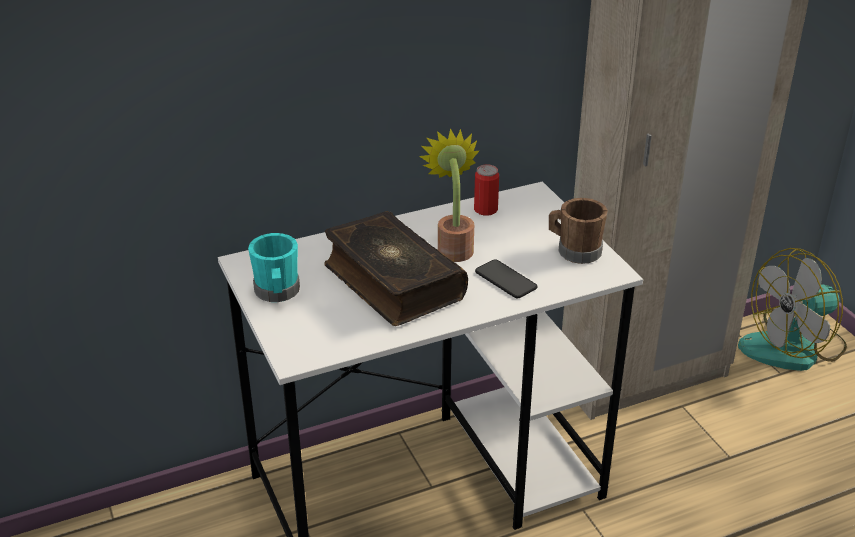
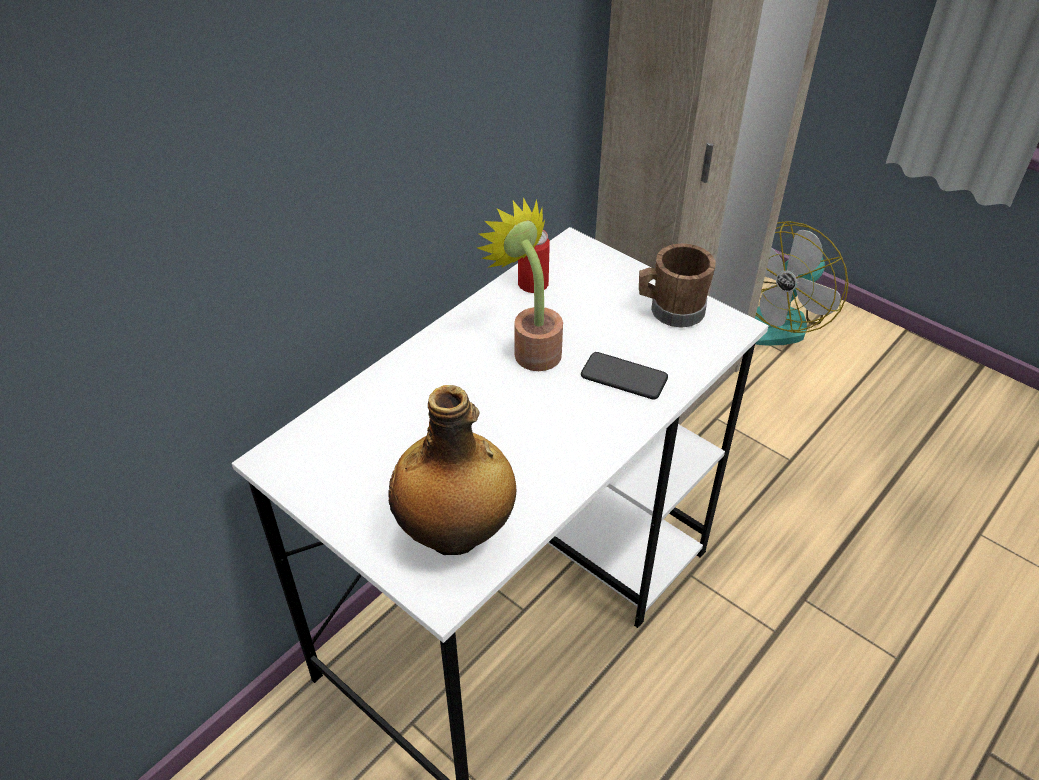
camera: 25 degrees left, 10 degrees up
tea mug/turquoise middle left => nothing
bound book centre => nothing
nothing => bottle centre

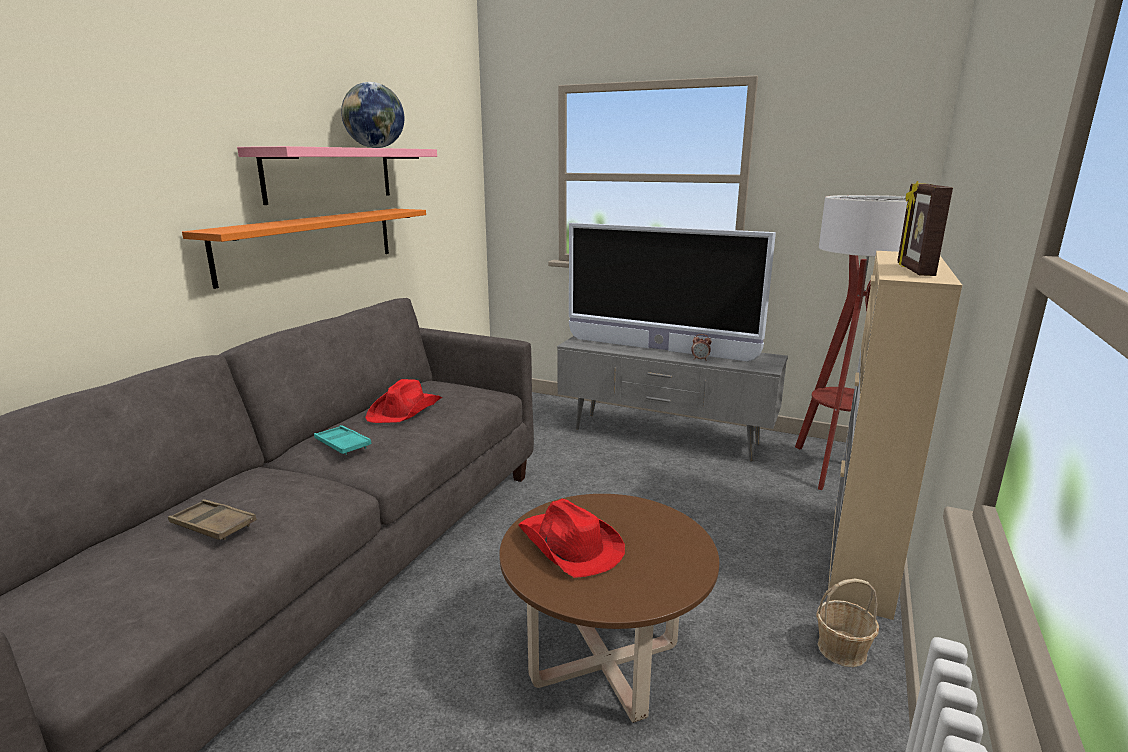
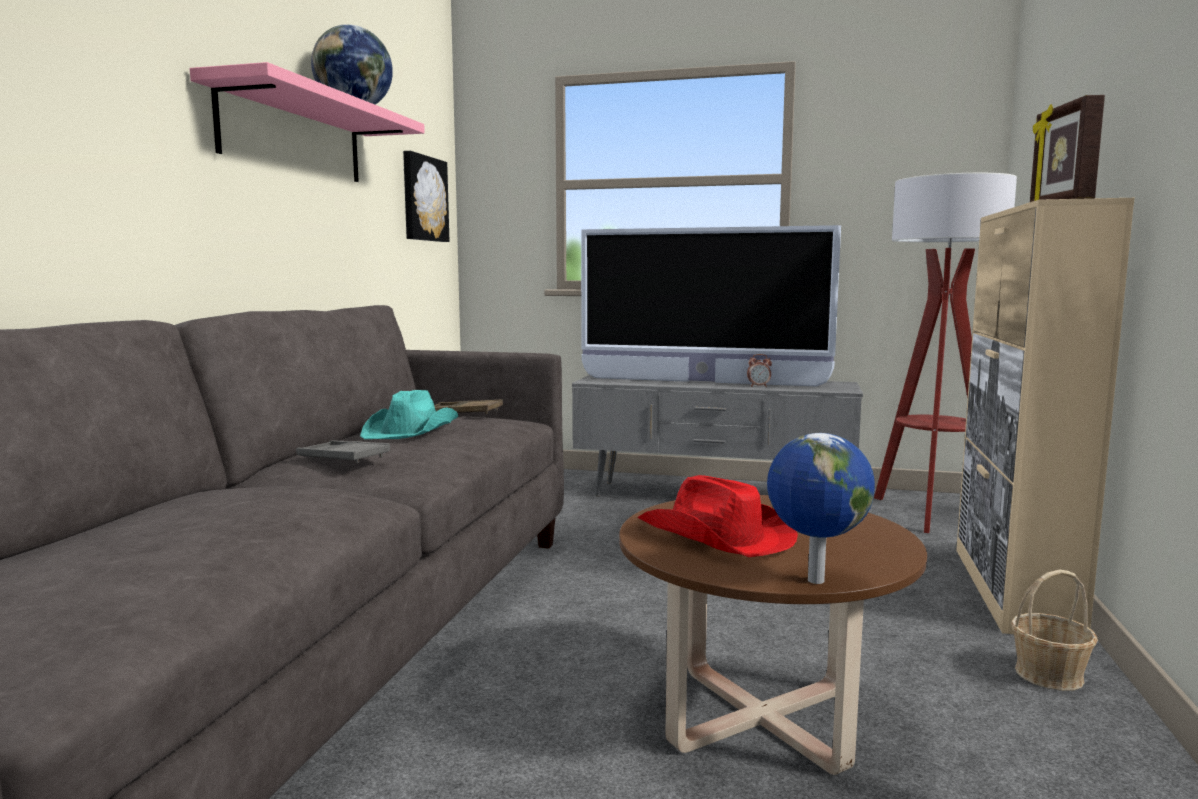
camera: 10 degrees left, 10 degrees down
bracket shelf/orangey top left => nothing
nothing => wall picture top centre
nothing => world globe (2nd from left) middle right
serving tray/brown-coloured bottom left => serving tray/brown-coloured centre, moved
serving tray/turquoise middle left => serving tray/greyish middle left
clothing hat/red (1st from left) centre => clothing hat/turquoise centre

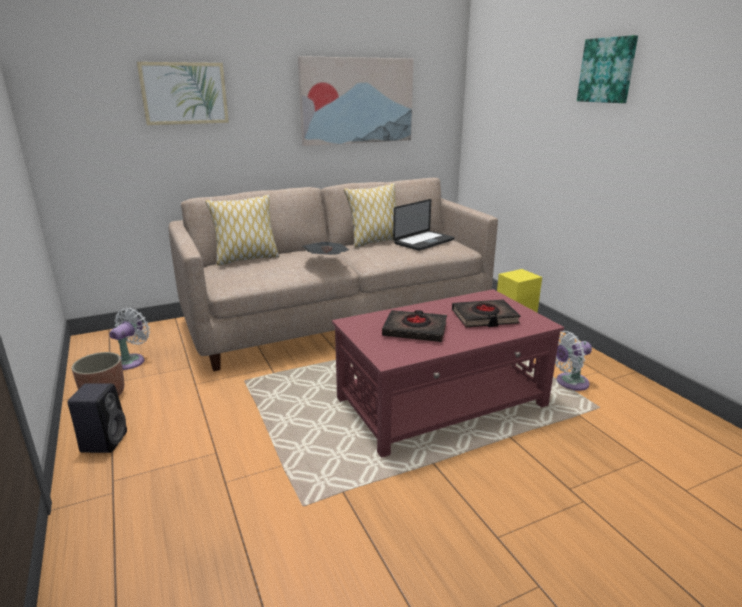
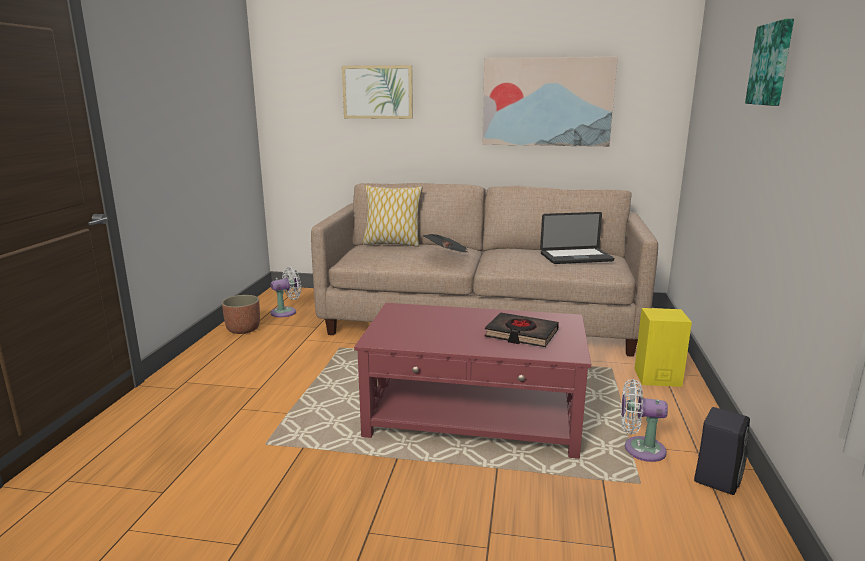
camera: 35 degrees right, 5 degrees down
cushion (2nd from left) centre => nothing
bound book/black (1st from left) centre => nothing
audio speaker/black bottom left => audio speaker/black bottom right, moved

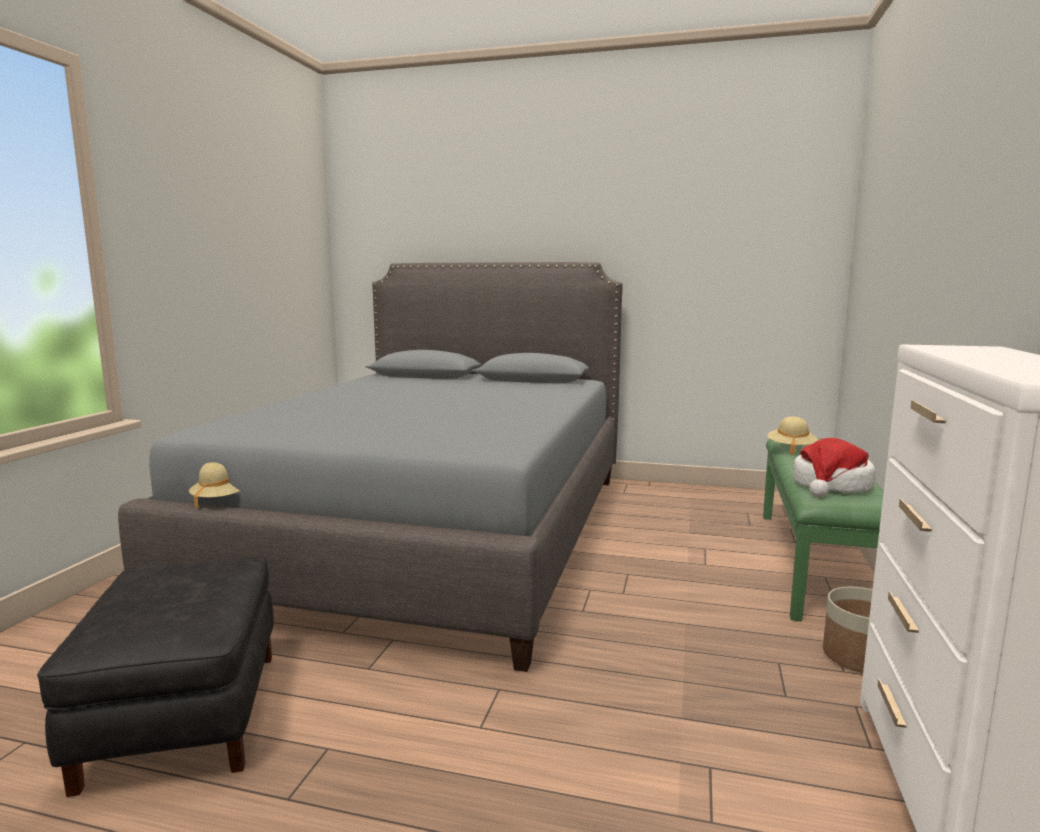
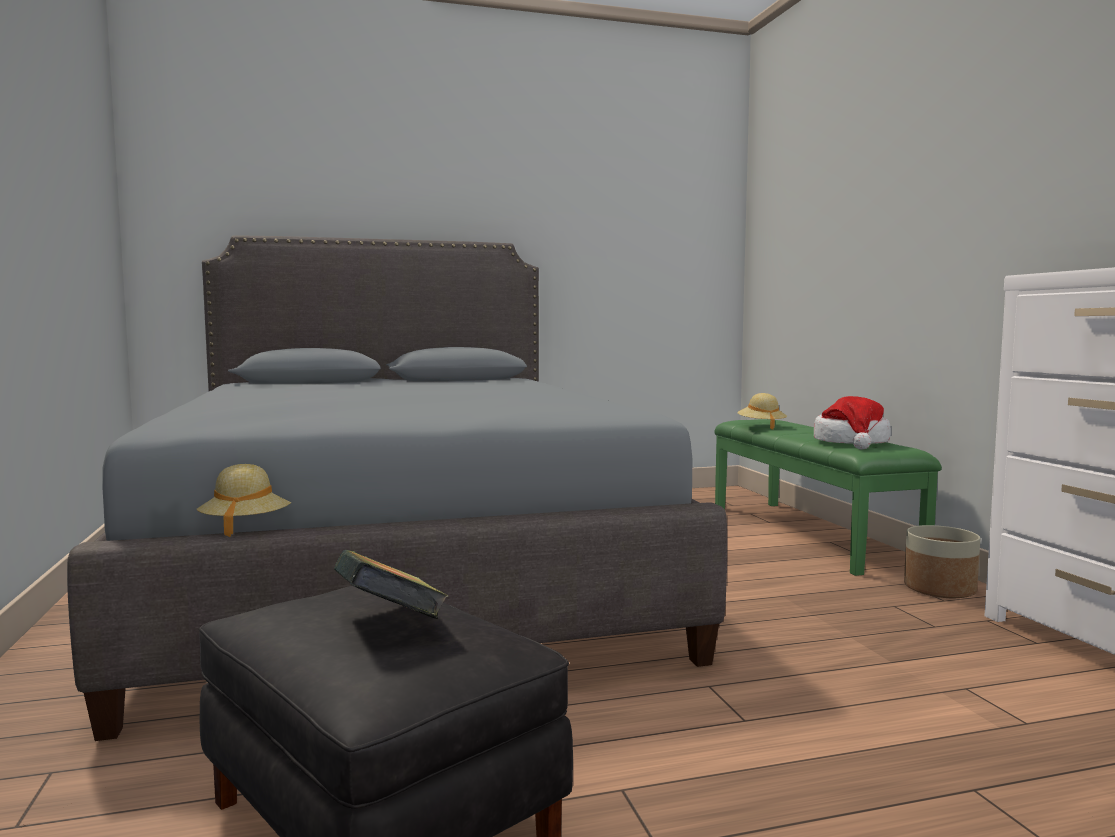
camera: 30 degrees left, 5 degrees down
nothing => bound book bottom centre

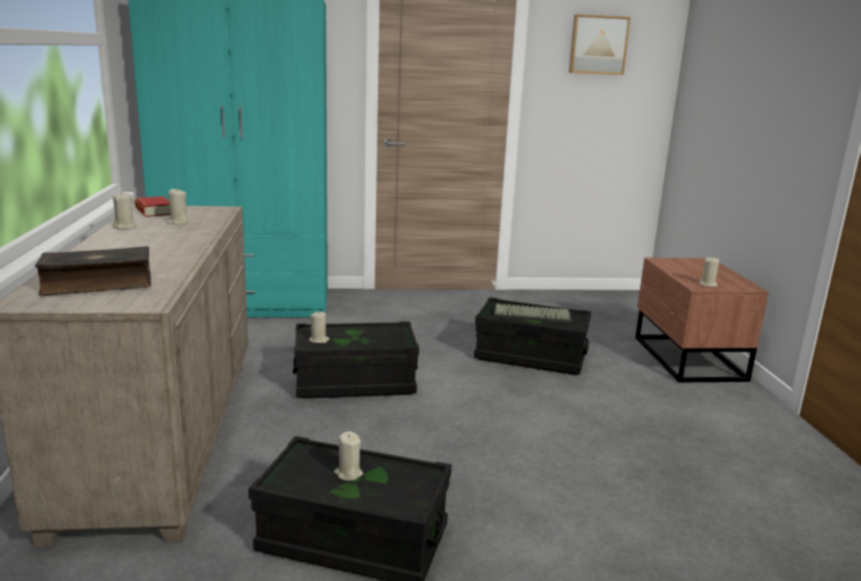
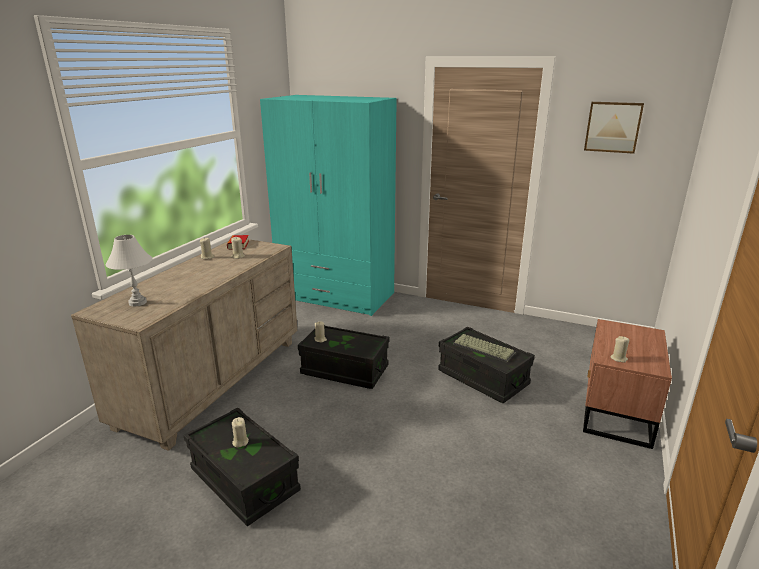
camera: 30 degrees right, 5 degrees up
bound book (1st from left) middle left => lamp for a table/white middle left

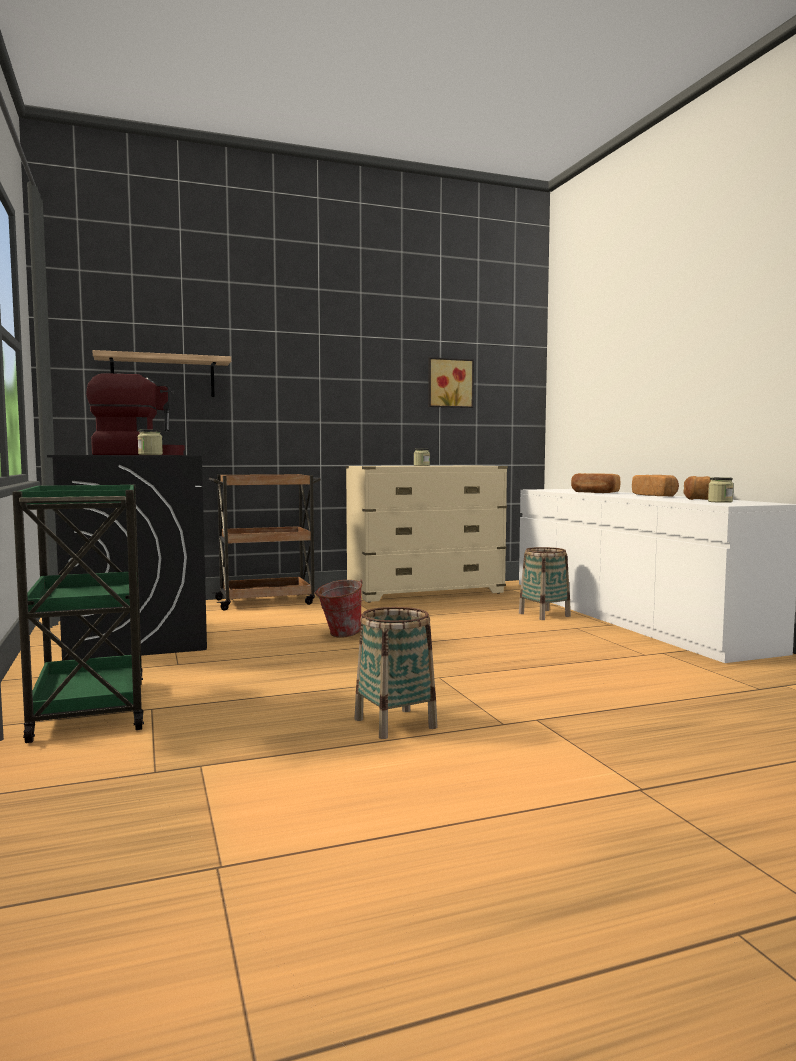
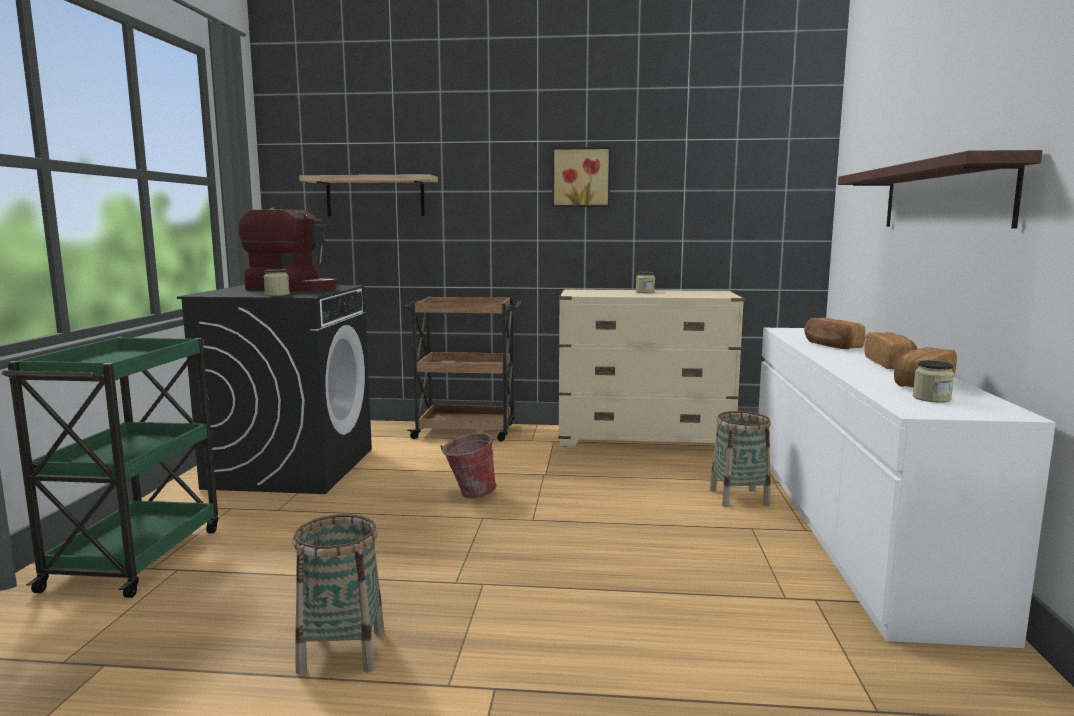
camera: 25 degrees right, 5 degrees up
nothing => bracket shelf (2nd from left) top right
wall picture centre => wall picture top centre, moved

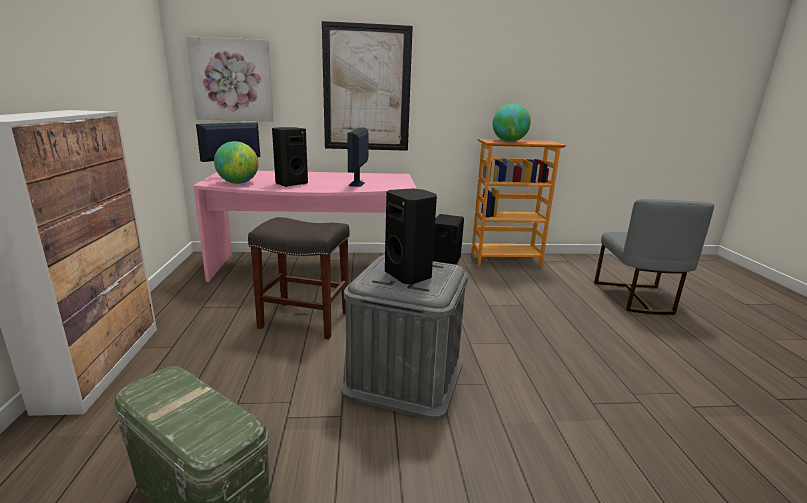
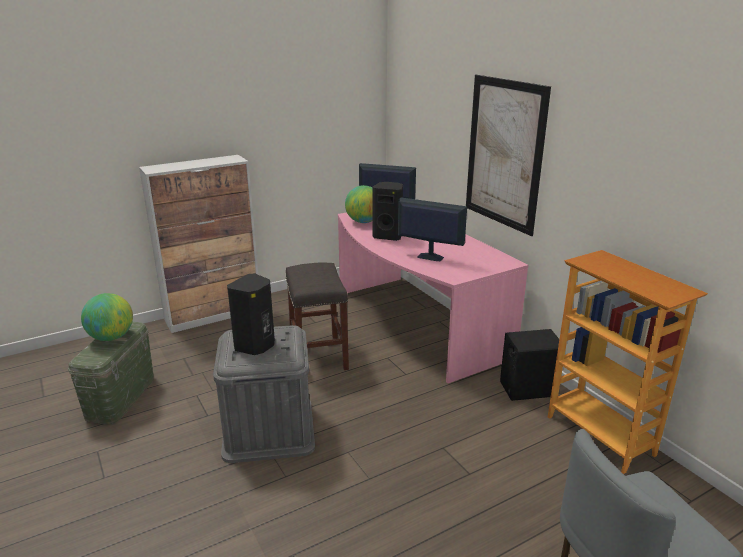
camera: 65 degrees right, 5 degrees up
wall picture (1st from left) top left => nothing
world globe (2nd from left in the first image) top centre => world globe (1st from left) middle left, moved
computer screen (2nd from left) top centre => computer screen (2nd from left) centre, 45 degrees clockwise

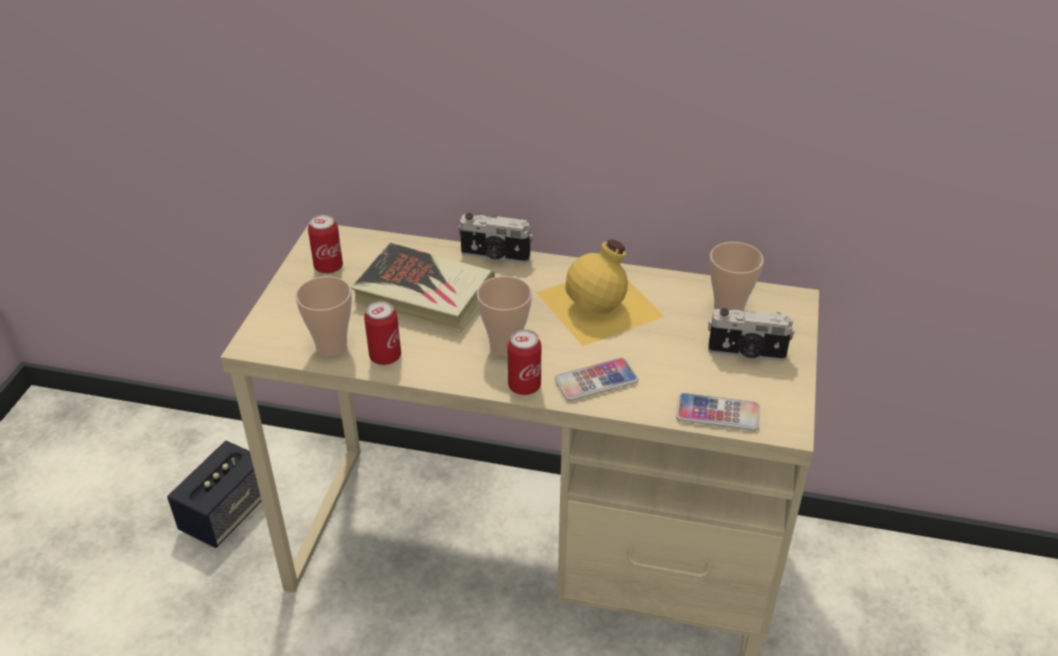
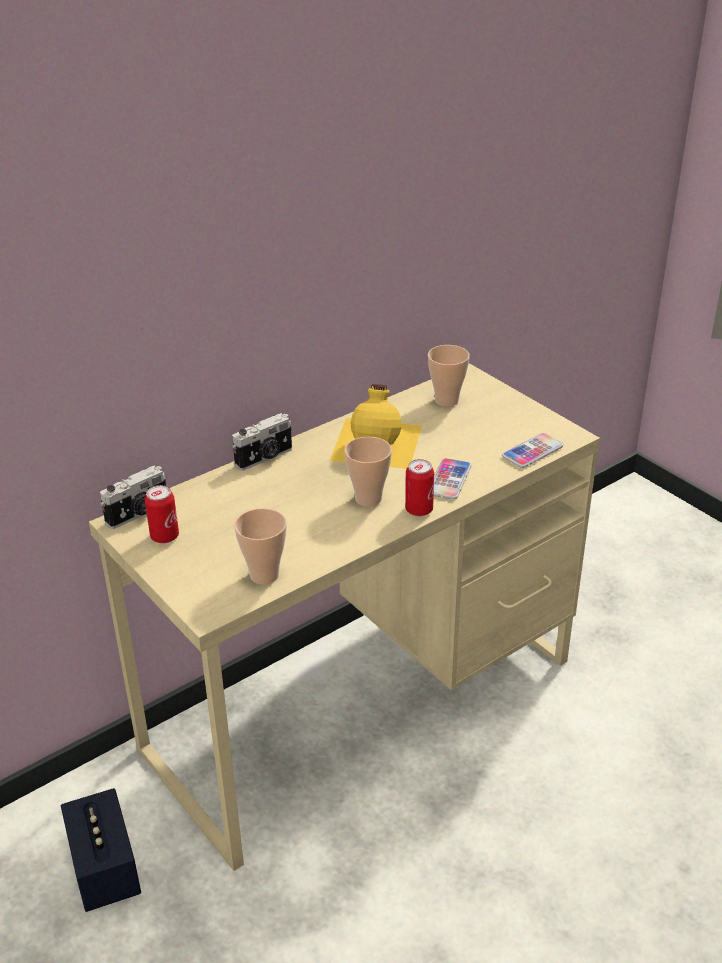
camera: 50 degrees left, 5 degrees down
bound book centre => nothing
metal can (2nd from left) centre => nothing
photo camera (2nd from left in the first image) middle right => photo camera (1st from left) middle left, moved

